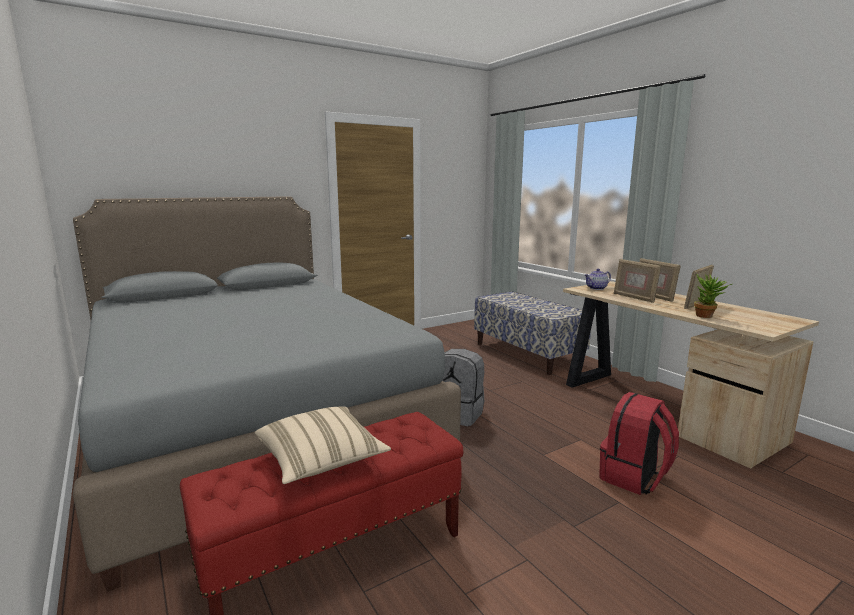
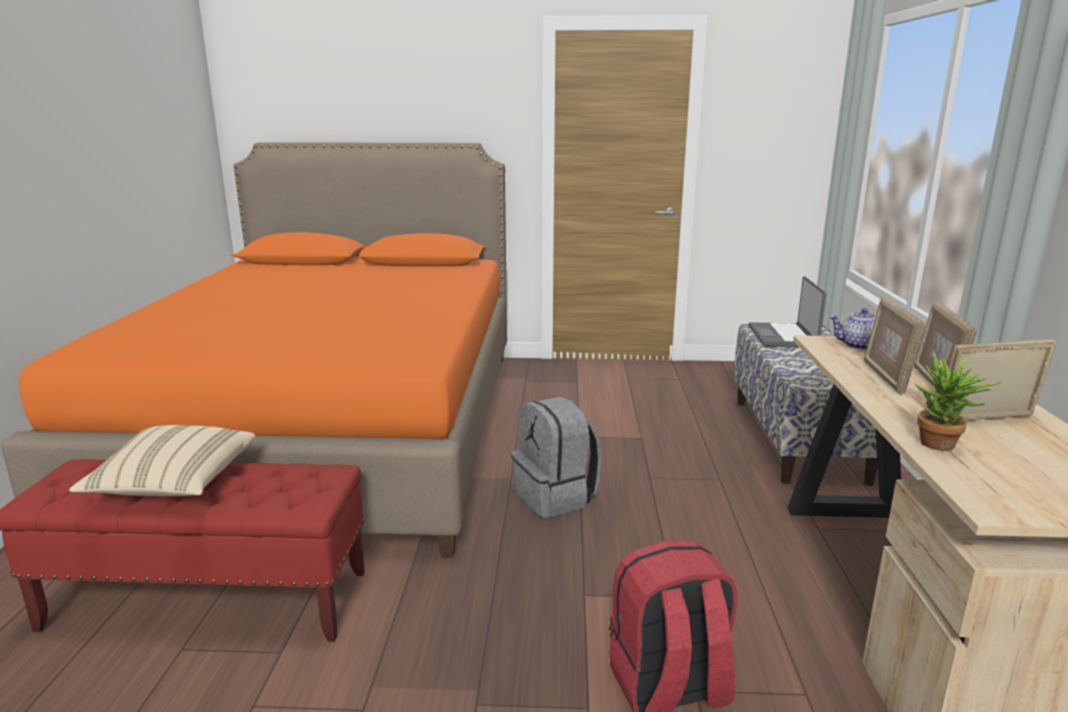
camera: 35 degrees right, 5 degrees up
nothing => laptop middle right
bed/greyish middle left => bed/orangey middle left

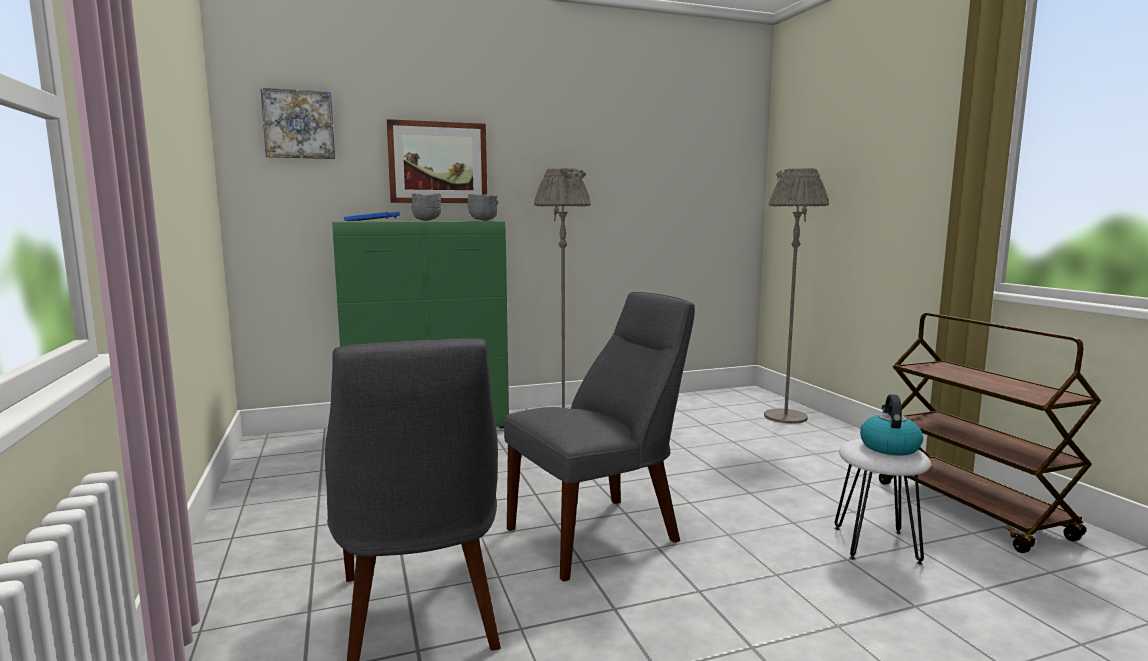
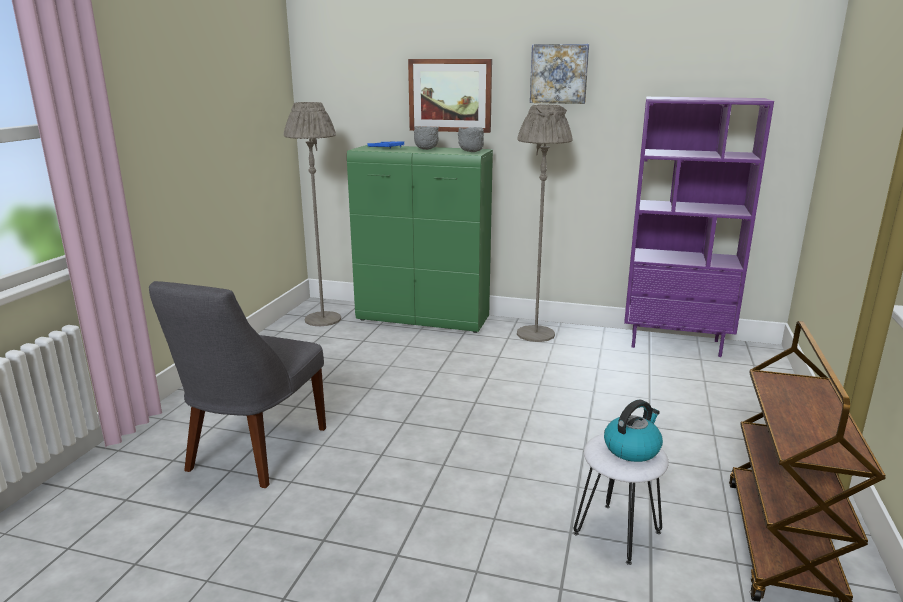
camera: 35 degrees right, 10 degrees up
plain chair/greyish (2nd from left) centre => nothing
nothing => shelving unit/purple-coloured middle right
wall picture (1st from left in the first image) top left => wall picture (2nd from left) top centre, moved
floor lamp/greyish (2nd from left in the first image) middle right => floor lamp/greyish (1st from left) centre, moved

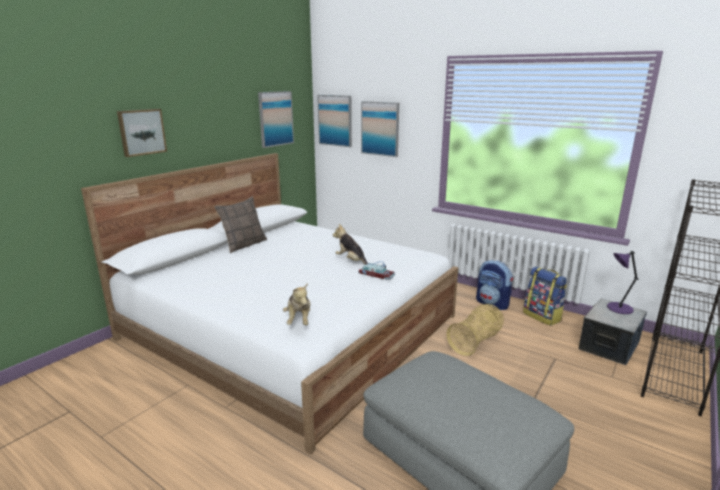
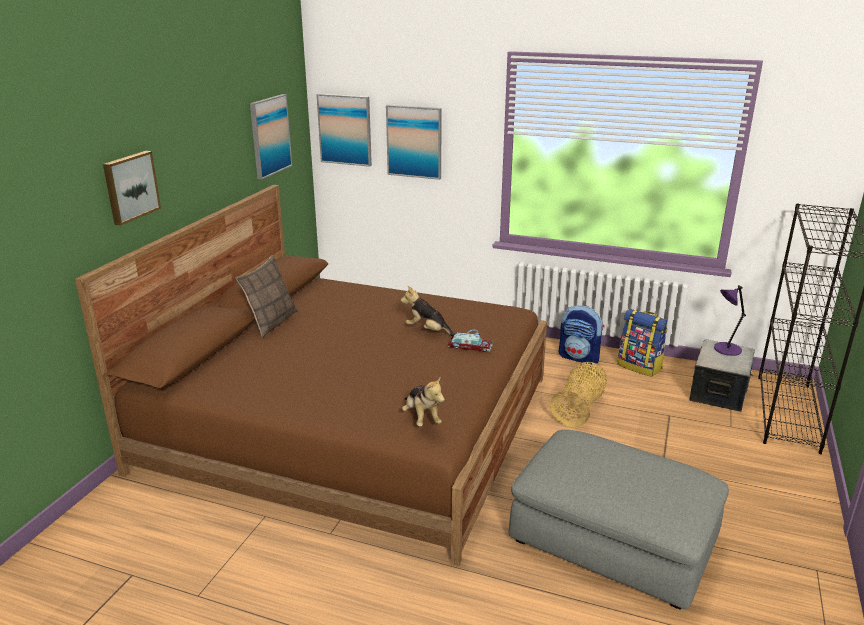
camera: 15 degrees left, 5 degrees up
bed/white centre => bed/brown-coloured centre

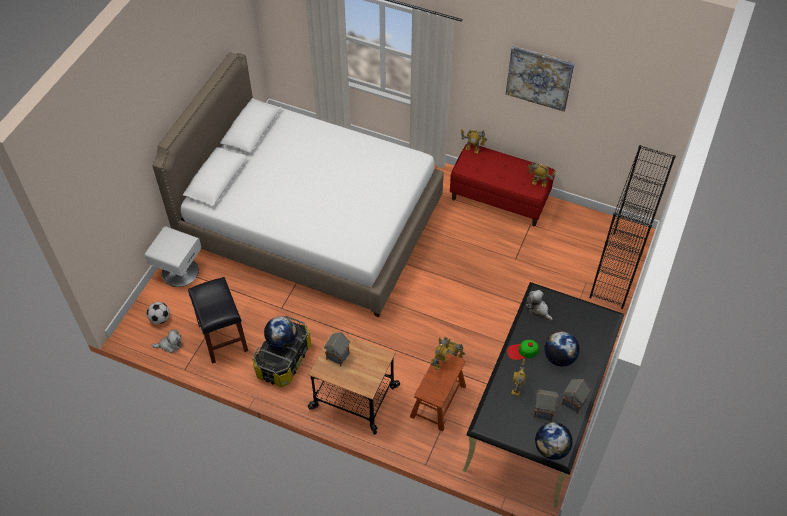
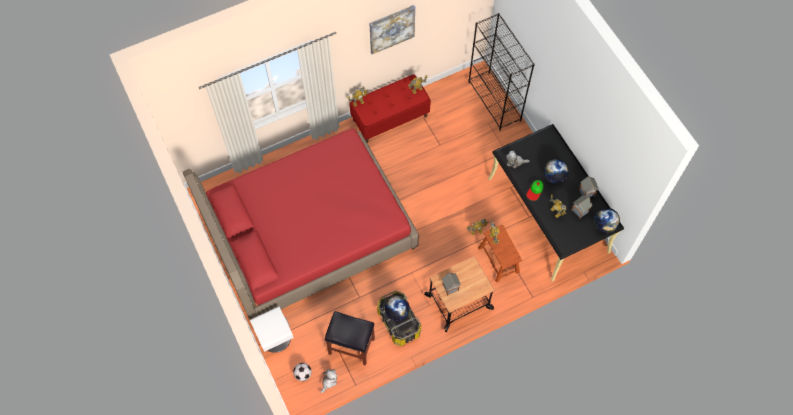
camera: 50 degrees left, 10 degrees up
bed/white centre => bed/red centre

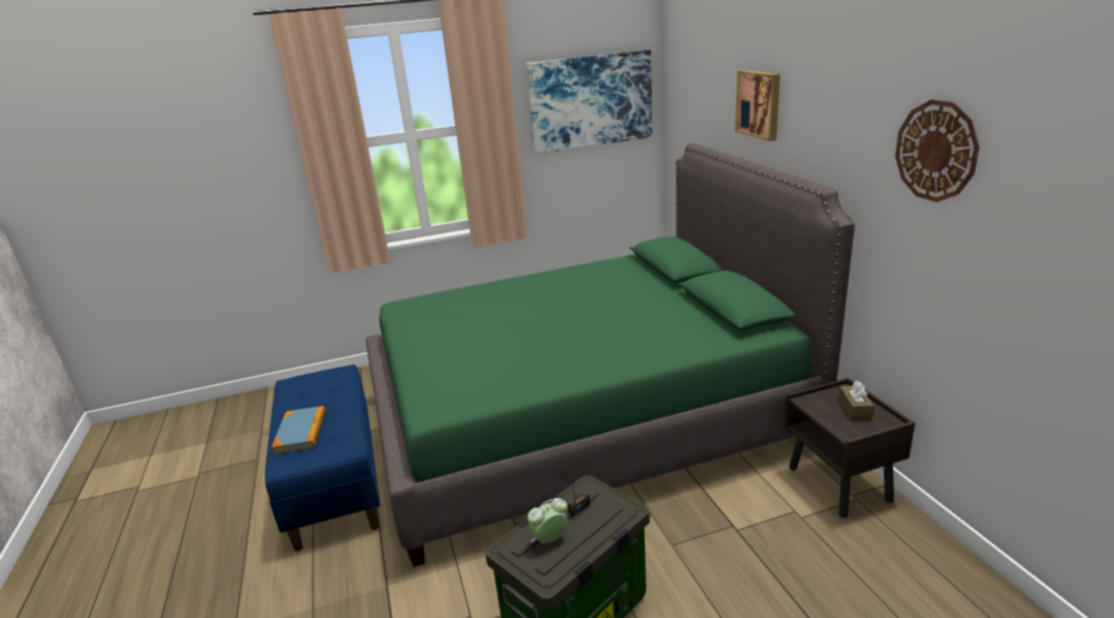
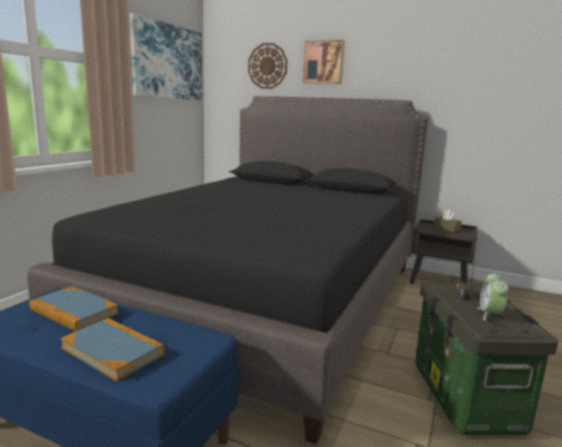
camera: 50 degrees left, 10 degrees down
nothing => bound book (1st from left) bottom left
clock on the wall top right => clock on the wall top centre, moved
bed/green-coloured centre => bed/black centre

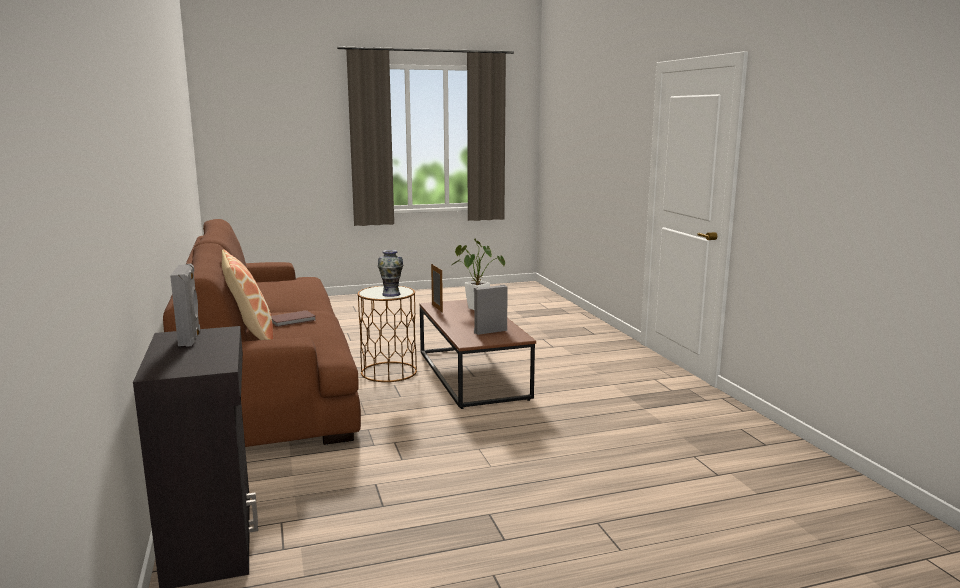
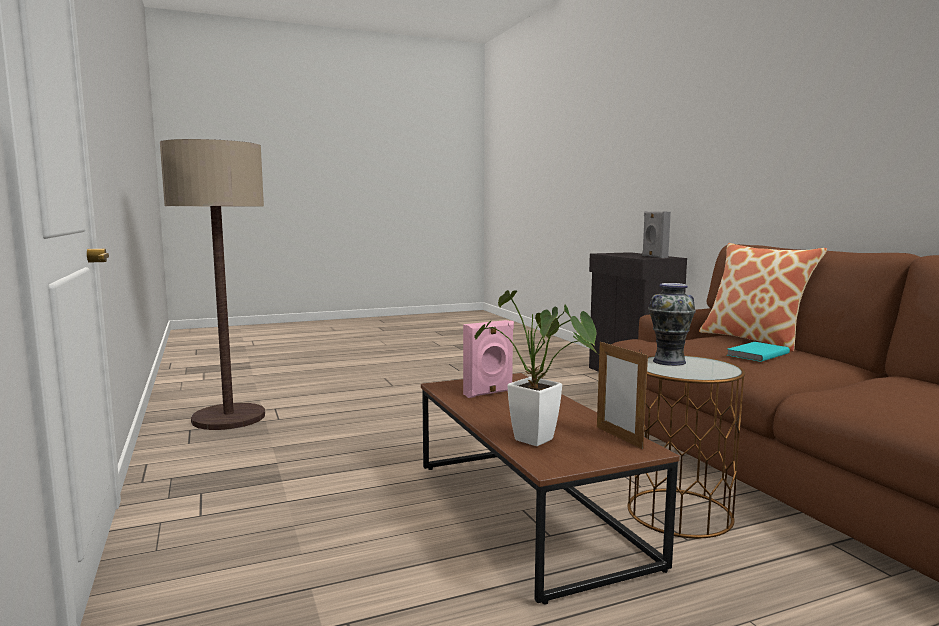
camera: 175 degrees right, 5 degrees down
nothing => floor lamp middle left
bound book/brown-coloured middle left => bound book/turquoise middle right
audio speaker/greyish (2nd from left) centre => audio speaker/pink-coloured centre

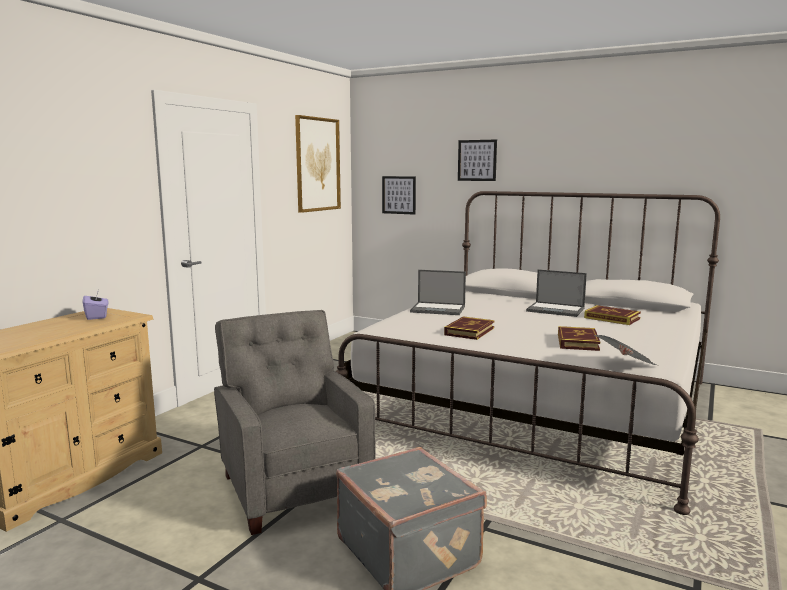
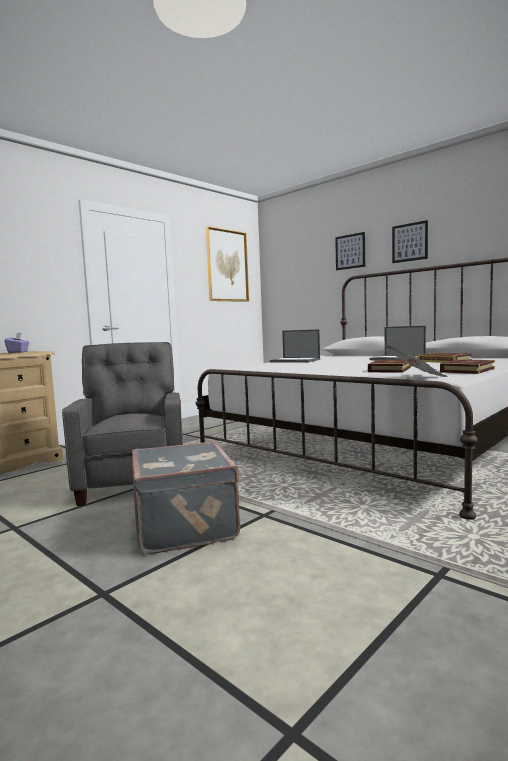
camera: 15 degrees right, 5 degrees down
wall picture (2nd from left in the first image) top centre => wall picture (3rd from left) top right, moved
bound book (1st from left in the first image) centre => bound book (3rd from left) middle right, moved

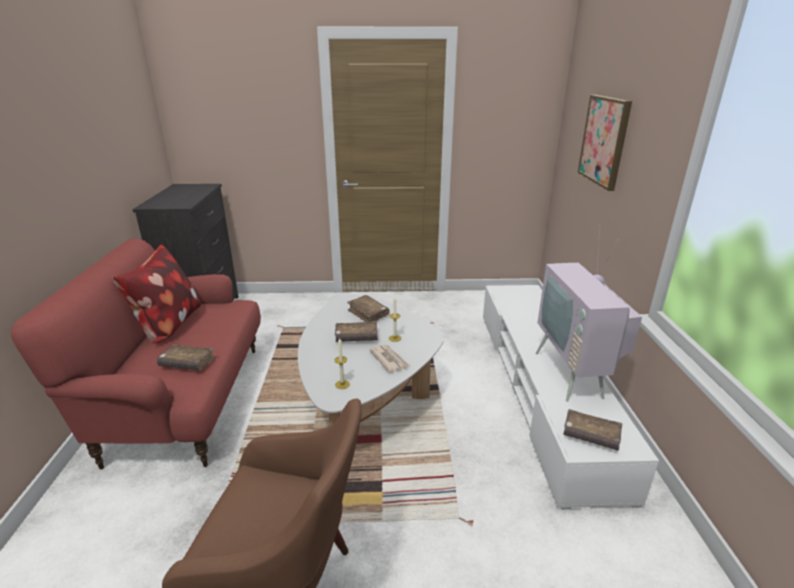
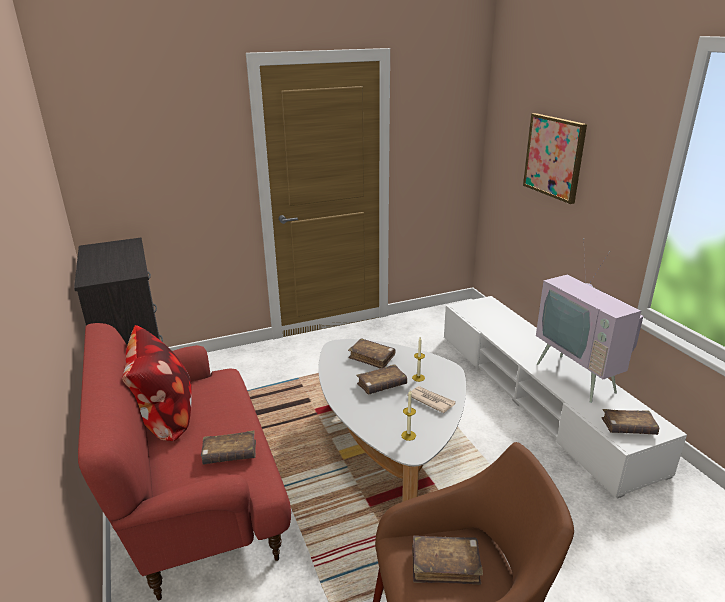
camera: 20 degrees left, 0 degrees up
nothing => bound book/brown-coloured (4th from left) bottom centre

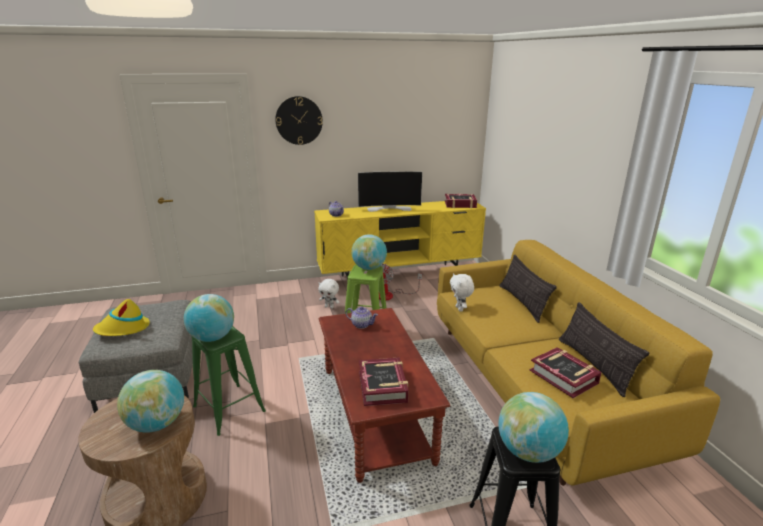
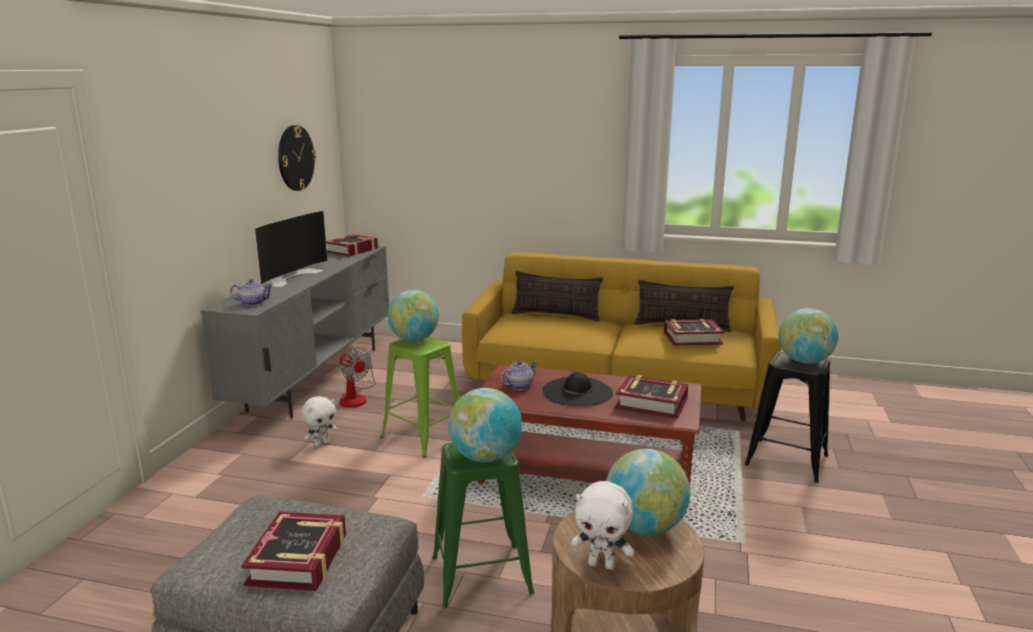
camera: 60 degrees left, 5 degrees down
nothing => clothing hat/black centre
clock on the wall top centre => clock on the wall top left, moved
soft toy/white (2nd from left) centre => soft toy/white (2nd from left) bottom centre, moved
clothing hat/yellowish middle left => bound book (1st from left) bottom left
tv unit/yellowish centre => tv unit/greyish middle left

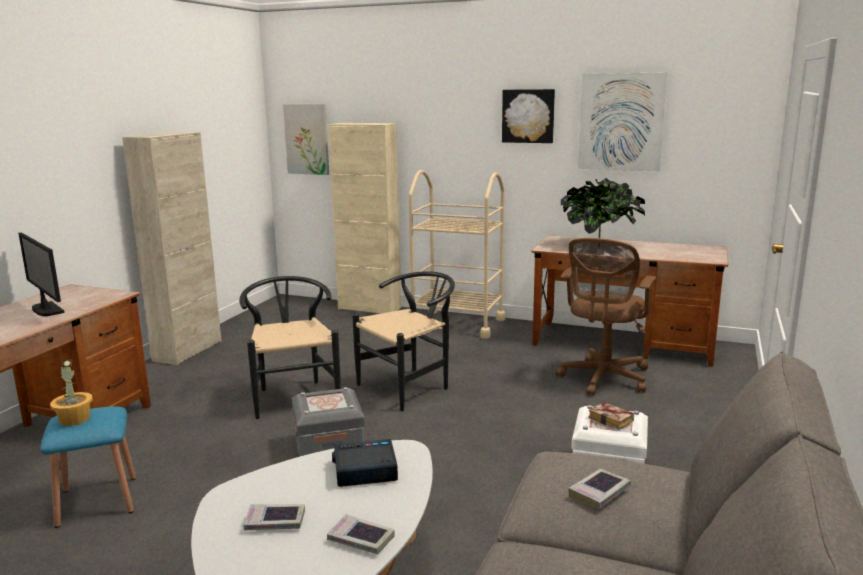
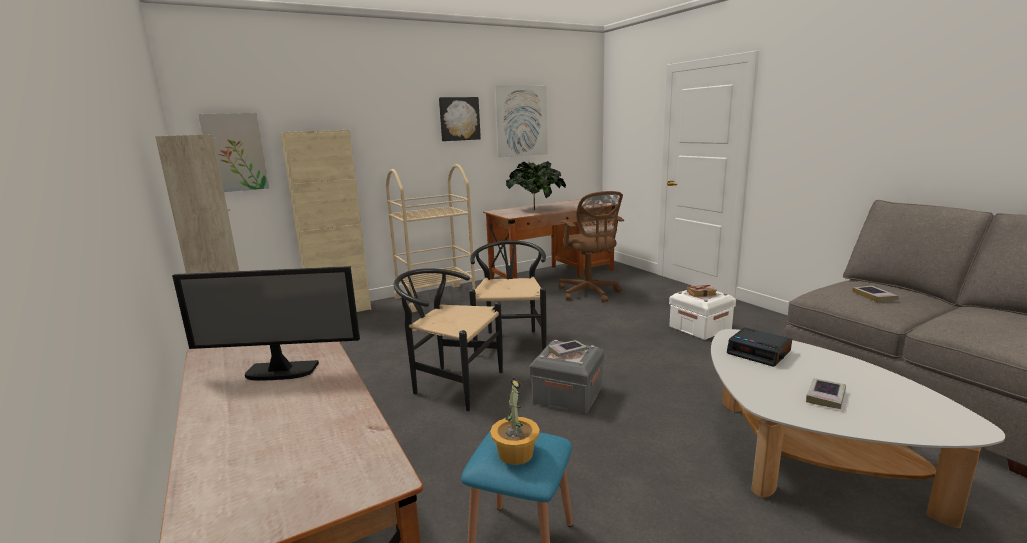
camera: 50 degrees left, 0 degrees up
bound book (2nd from left in the first image) bottom centre => bound book (1st from left) centre, moved
alarm clock bottom centre => alarm clock middle right, 75 degrees counterclockwise

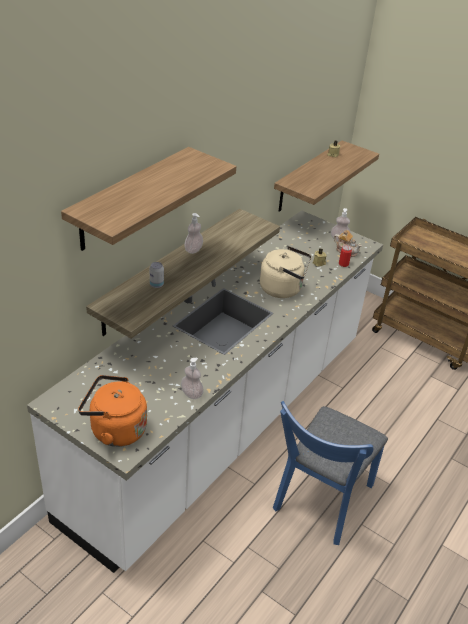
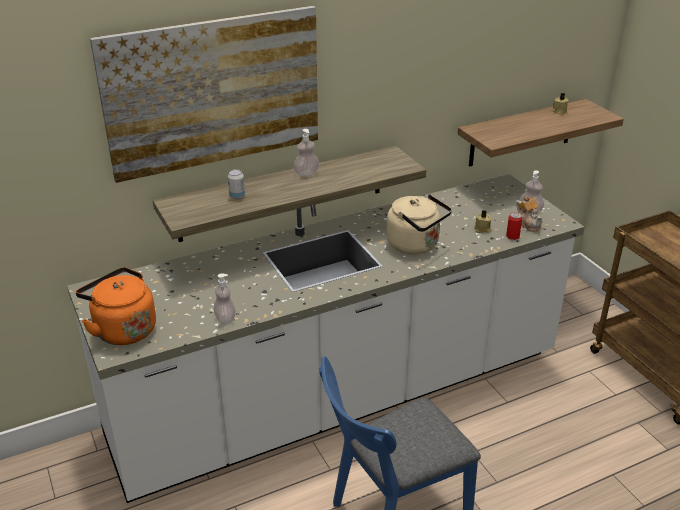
camera: 30 degrees right, 5 degrees down
bracket shelf (1st from left) top left => wall picture top left

